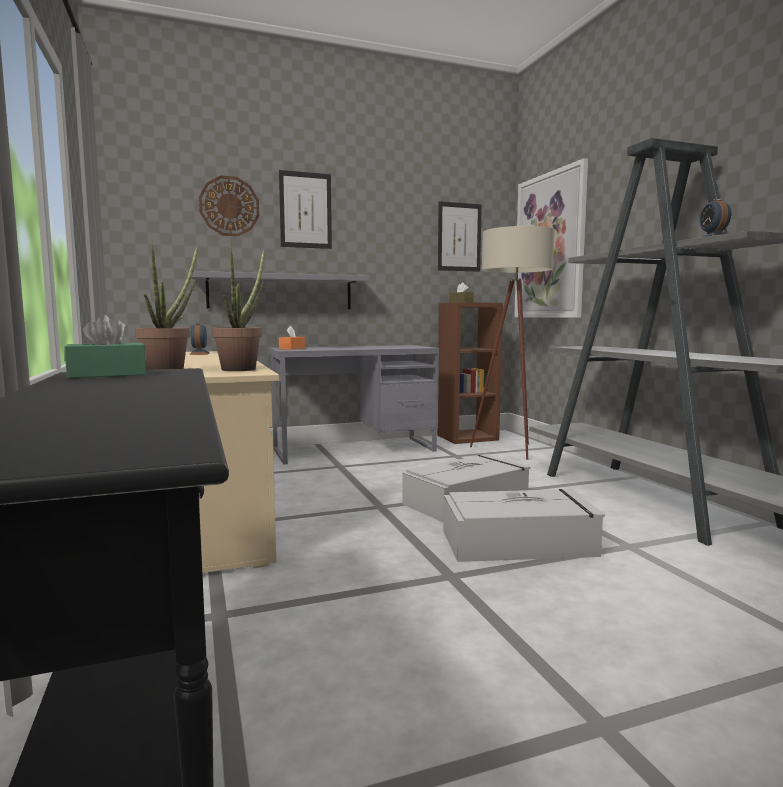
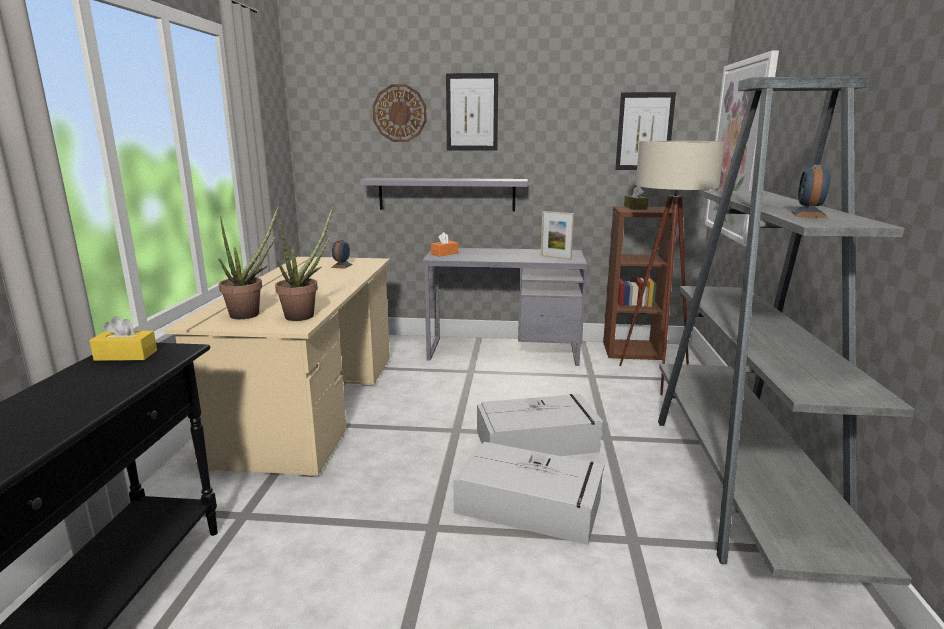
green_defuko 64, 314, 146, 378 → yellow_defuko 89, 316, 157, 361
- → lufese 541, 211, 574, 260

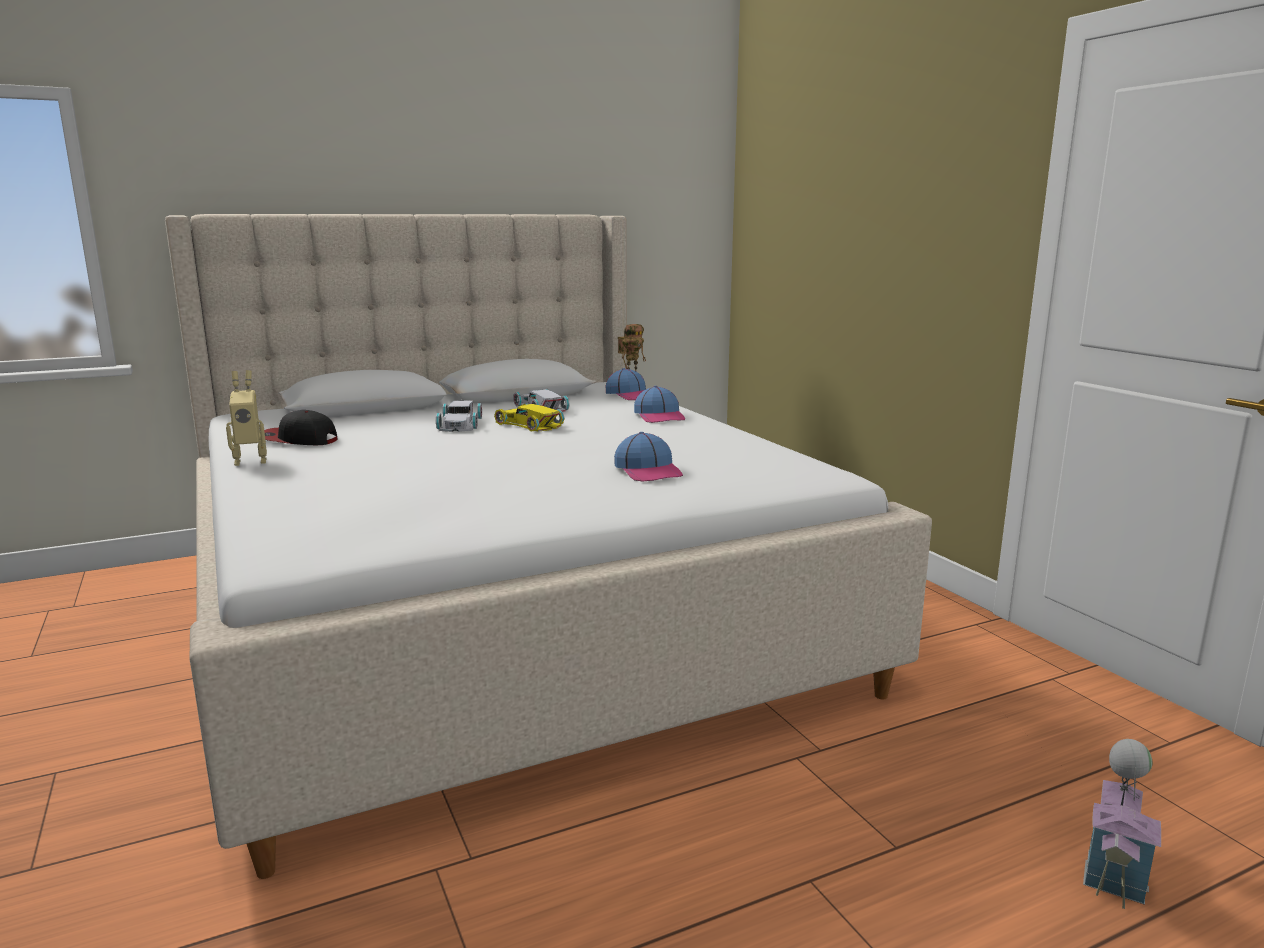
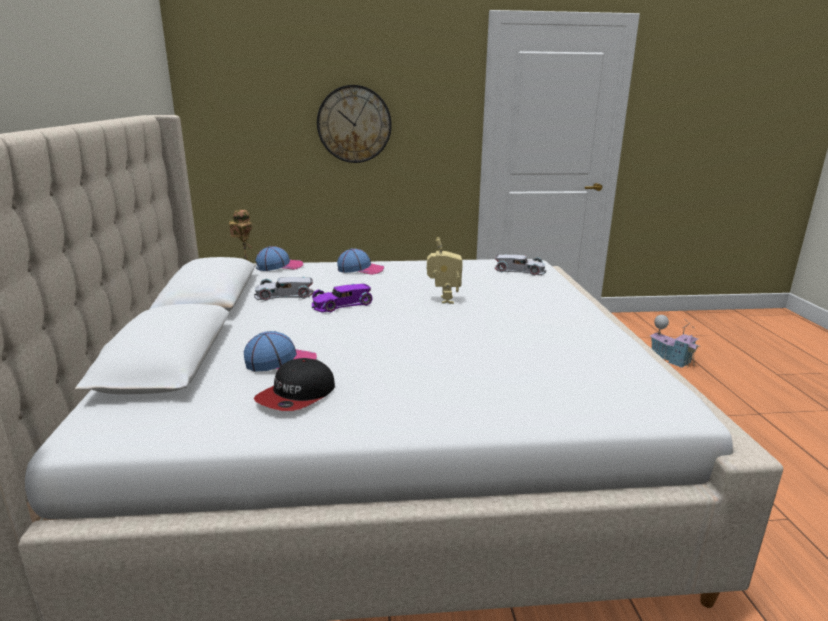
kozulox 614, 432, 683, 482 → kozulox 244, 331, 317, 372, shifted
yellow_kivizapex 494, 403, 565, 432 → purple_kivizapex 312, 284, 373, 313
- → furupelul 317, 85, 392, 163
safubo 226, 370, 267, 466 → safubo 427, 237, 462, 304, shifted
white_kivizapex 436, 400, 482, 432 → white_kivizapex 495, 254, 546, 276, shifted

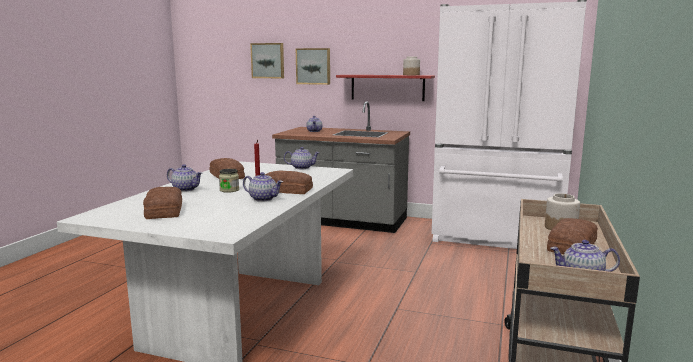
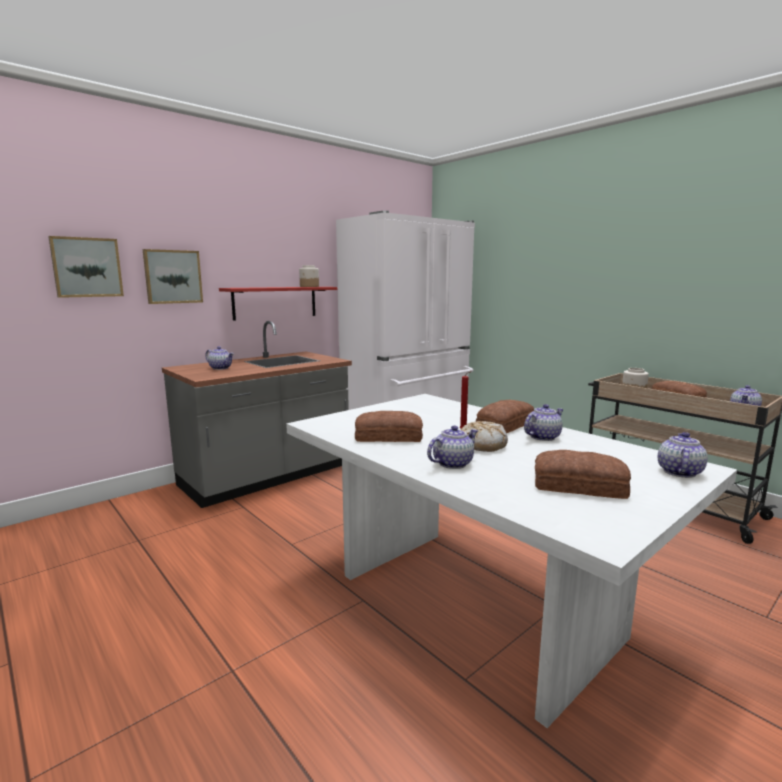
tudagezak 219, 169, 239, 193 → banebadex 461, 421, 508, 452
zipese 284, 147, 320, 169 → zipese 658, 432, 708, 478, shifted

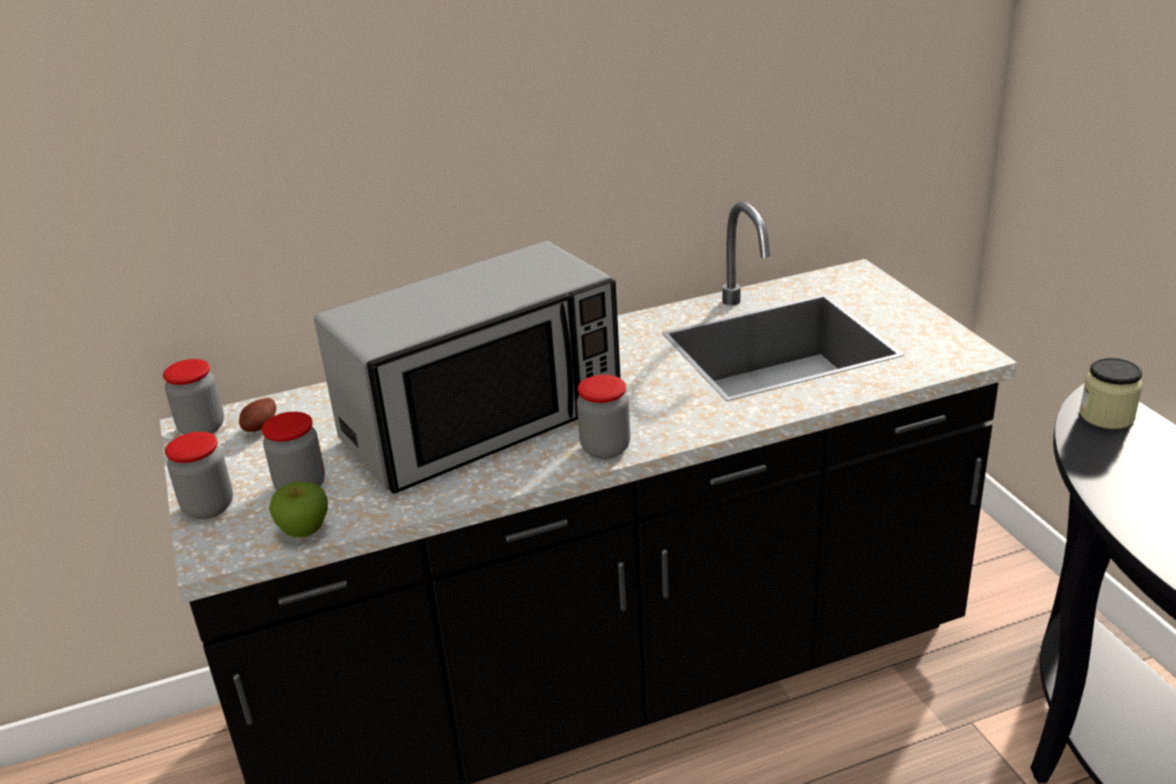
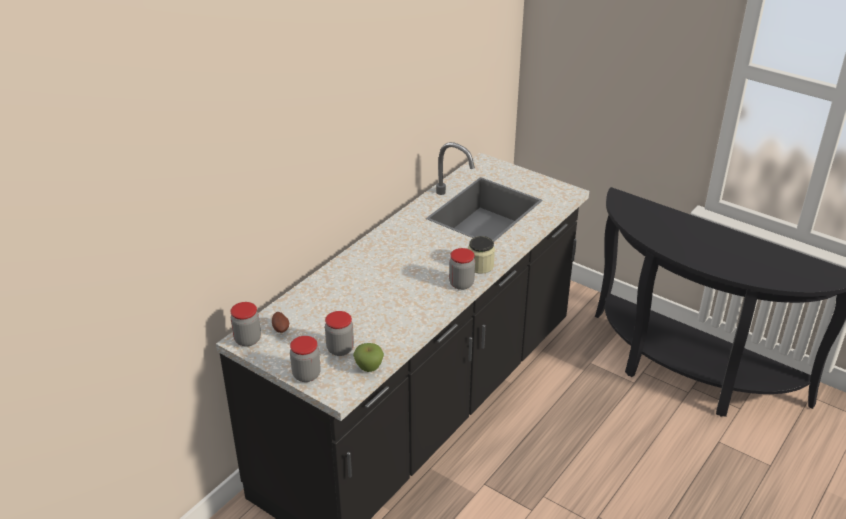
tudagezak 1080, 358, 1142, 429 → tudagezak 468, 236, 495, 274, shifted
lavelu 314, 241, 621, 494 → -

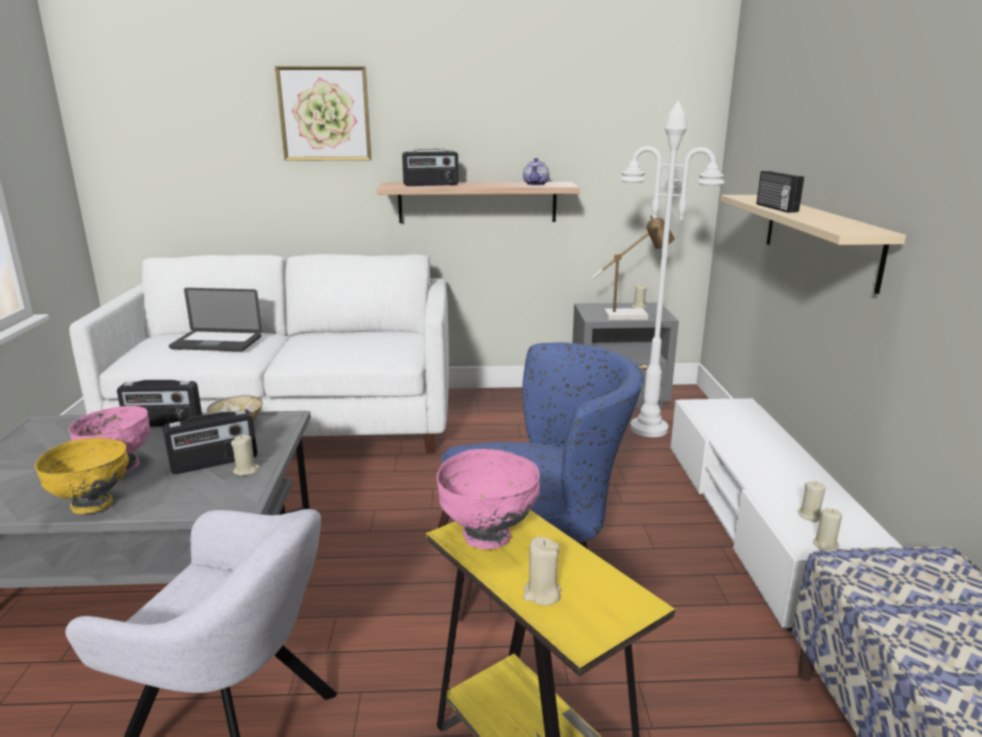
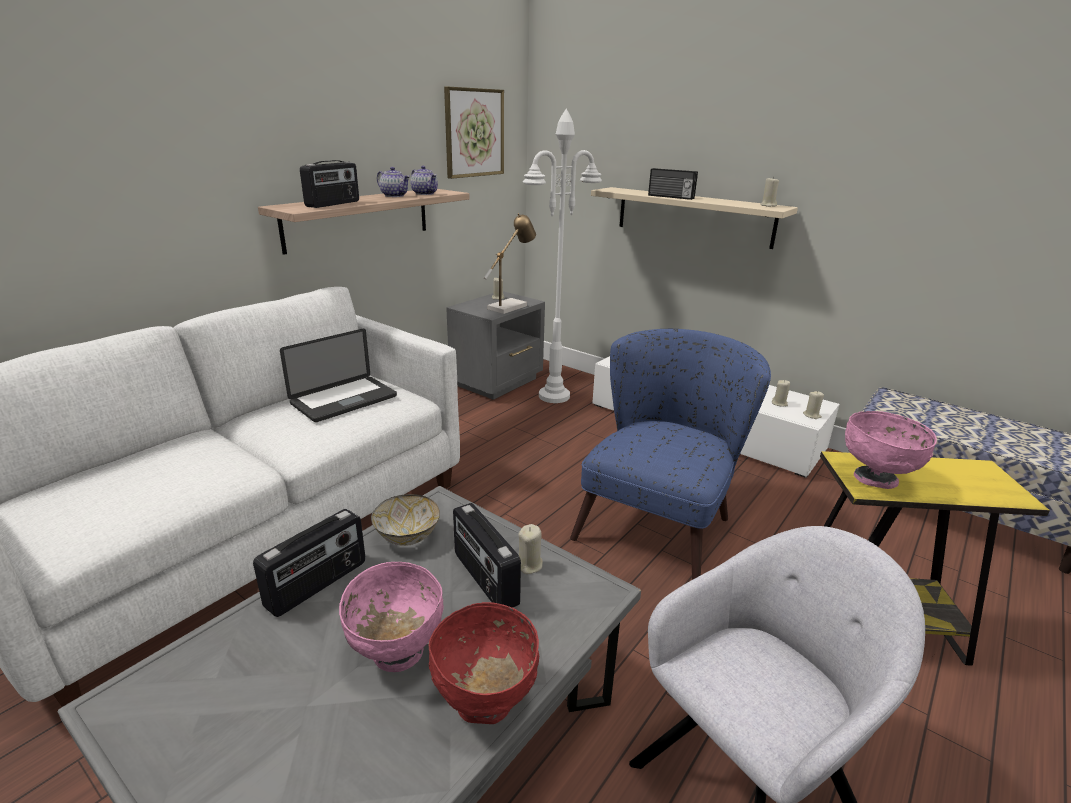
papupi 169, 288, 262, 351 → papupi 280, 329, 397, 422, shifted
- → zipese 377, 167, 410, 197
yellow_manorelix 35, 438, 129, 514 → red_manorelix 429, 602, 539, 724
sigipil 275, 66, 372, 161 → sigipil 444, 87, 504, 179, shifted
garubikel 163, 409, 258, 474 → garubikel 453, 503, 521, 608, 135 degrees clockwise
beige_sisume 523, 537, 561, 605 → beige_sisume 760, 177, 779, 207, shifted

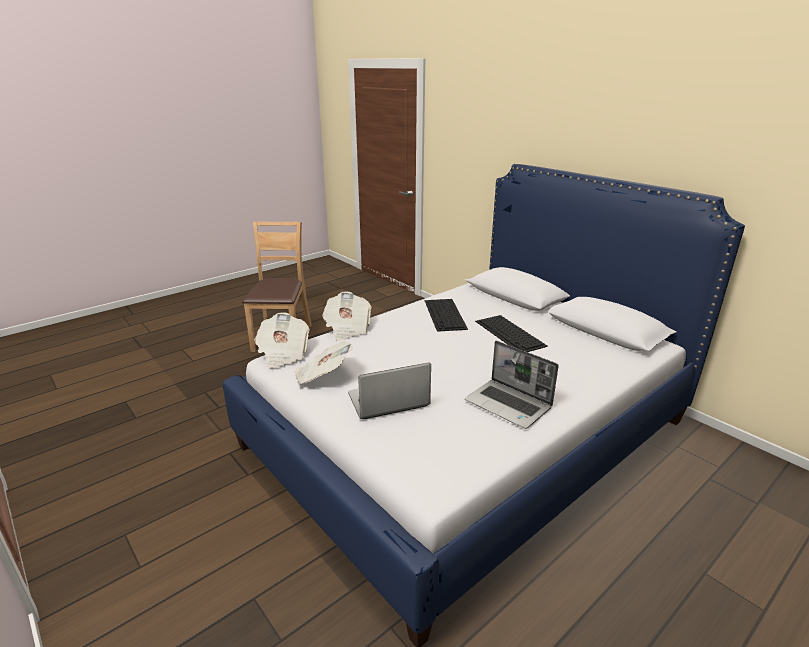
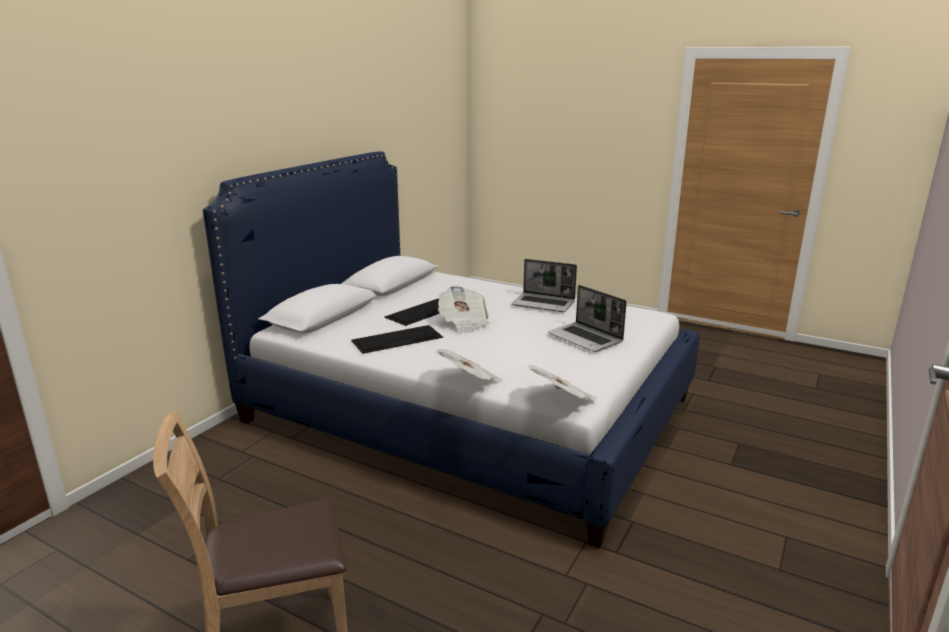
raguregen 295, 341, 352, 385 → raguregen 438, 285, 489, 334, shifted
papupi 465, 341, 559, 429 → papupi 512, 259, 577, 312, 90 degrees clockwise

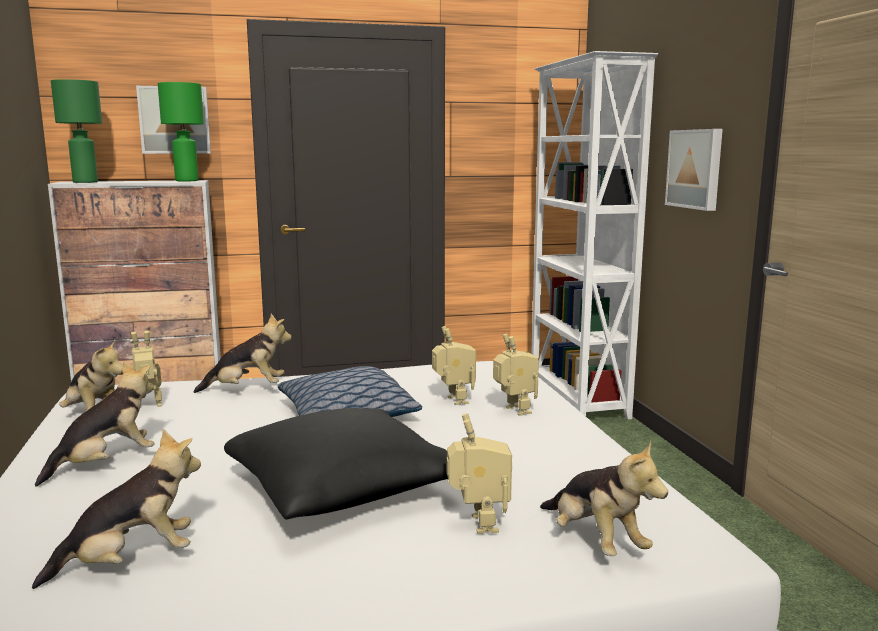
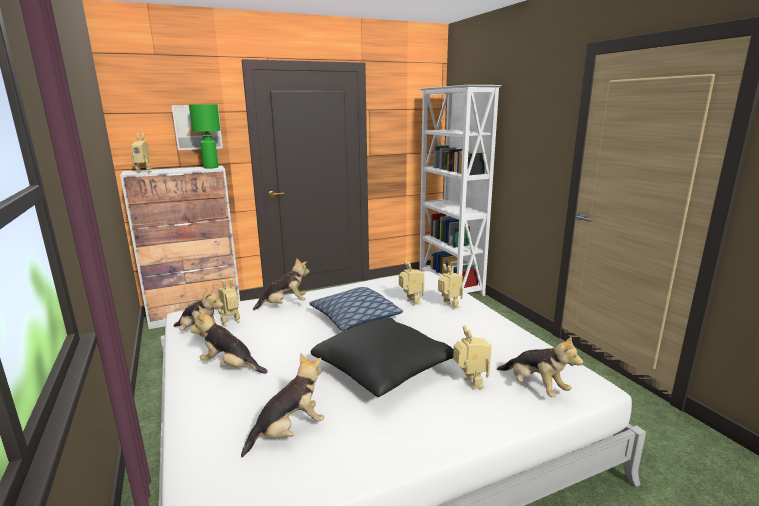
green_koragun 51, 79, 102, 183 → safubo 131, 132, 152, 173
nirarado 35, 361, 155, 487 → nirarado 190, 310, 268, 374, 105 degrees counterclockwise
sigipil 665, 129, 723, 211 → -

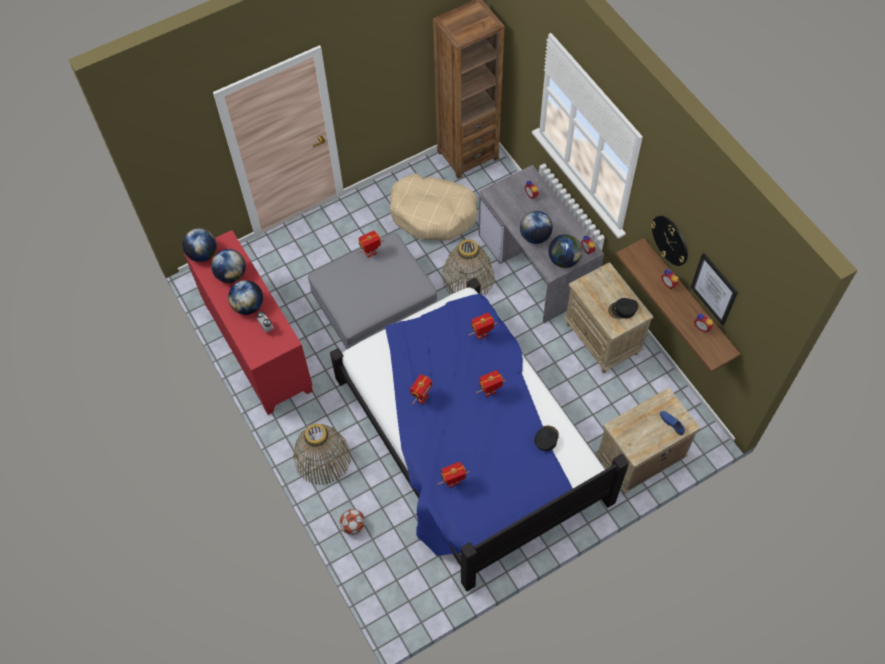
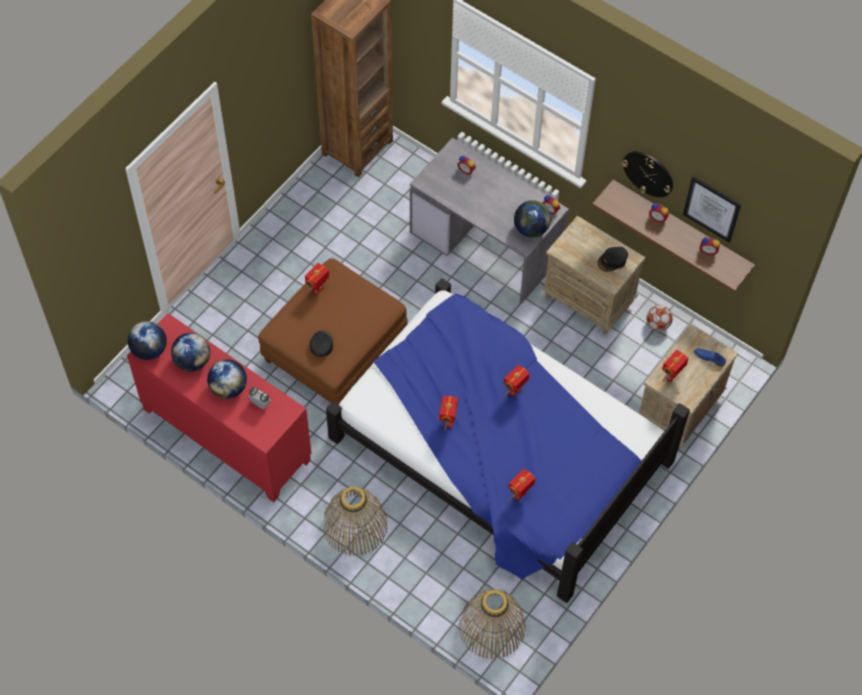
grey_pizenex 308, 232, 438, 349 → brown_pizenex 258, 258, 408, 405
black_kozulox 534, 426, 559, 451 → black_kozulox 309, 331, 333, 357, shifted
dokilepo 442, 239, 494, 295 → dokilepo 459, 589, 526, 659, shifted
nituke 340, 509, 365, 535 → nituke 646, 305, 673, 331, shifted
safubo 468, 312, 497, 340 → safubo 662, 350, 689, 382, shifted
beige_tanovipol 390, 174, 477, 240 → -
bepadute 520, 211, 553, 244 → -

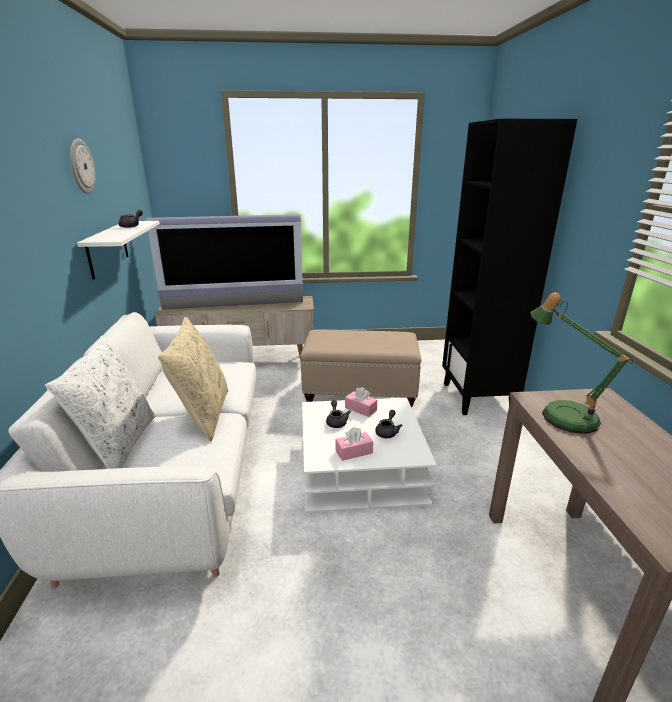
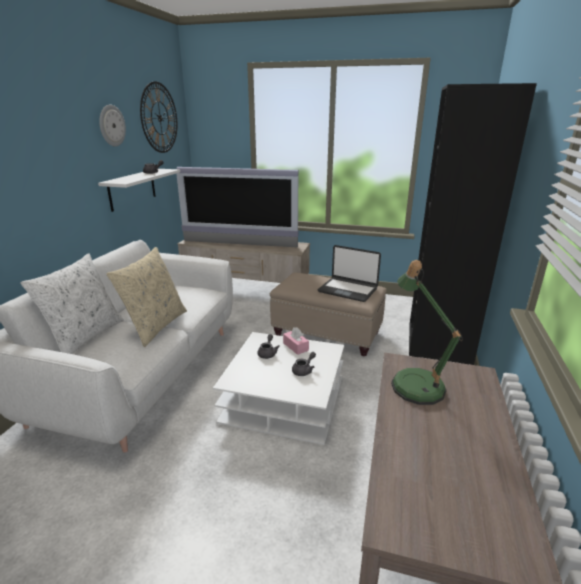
- → furupelul 140, 82, 177, 153
- → papupi 318, 245, 381, 302
pink_defuko 336, 427, 373, 461 → -

